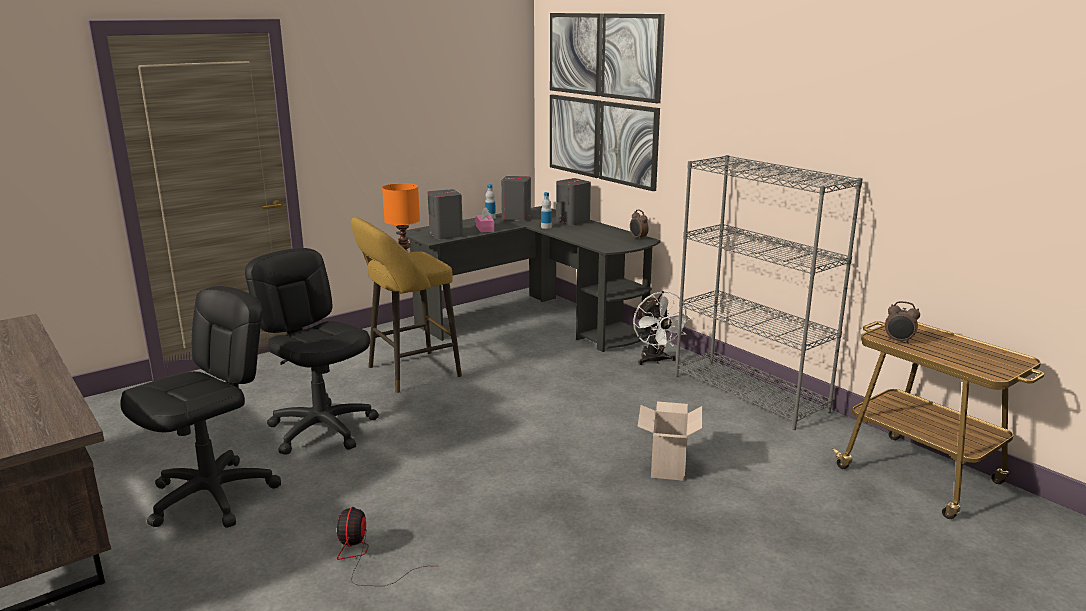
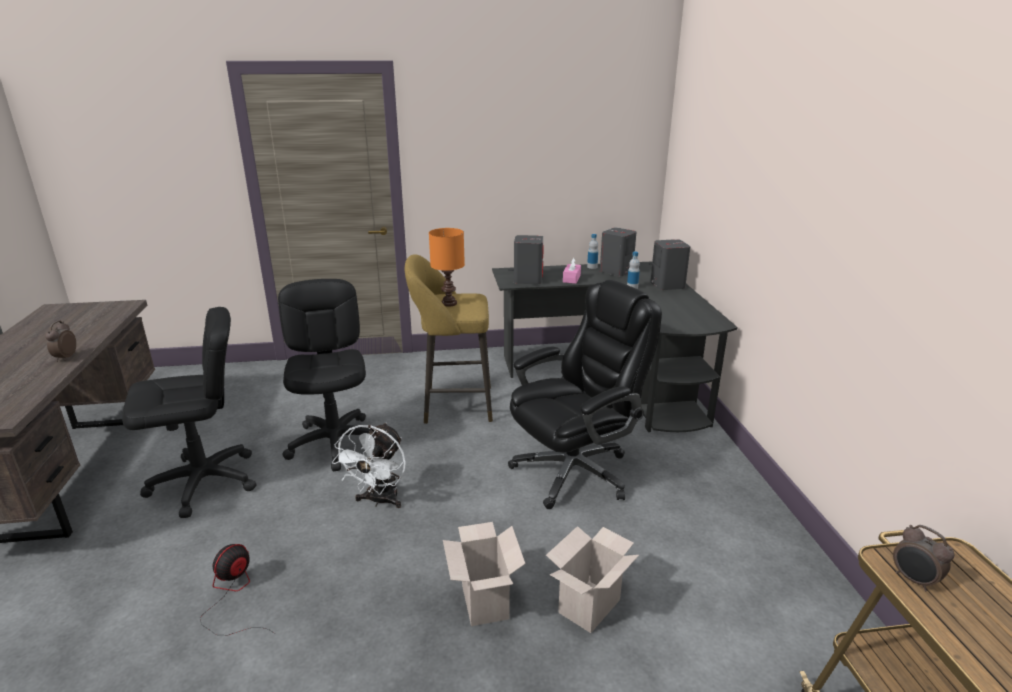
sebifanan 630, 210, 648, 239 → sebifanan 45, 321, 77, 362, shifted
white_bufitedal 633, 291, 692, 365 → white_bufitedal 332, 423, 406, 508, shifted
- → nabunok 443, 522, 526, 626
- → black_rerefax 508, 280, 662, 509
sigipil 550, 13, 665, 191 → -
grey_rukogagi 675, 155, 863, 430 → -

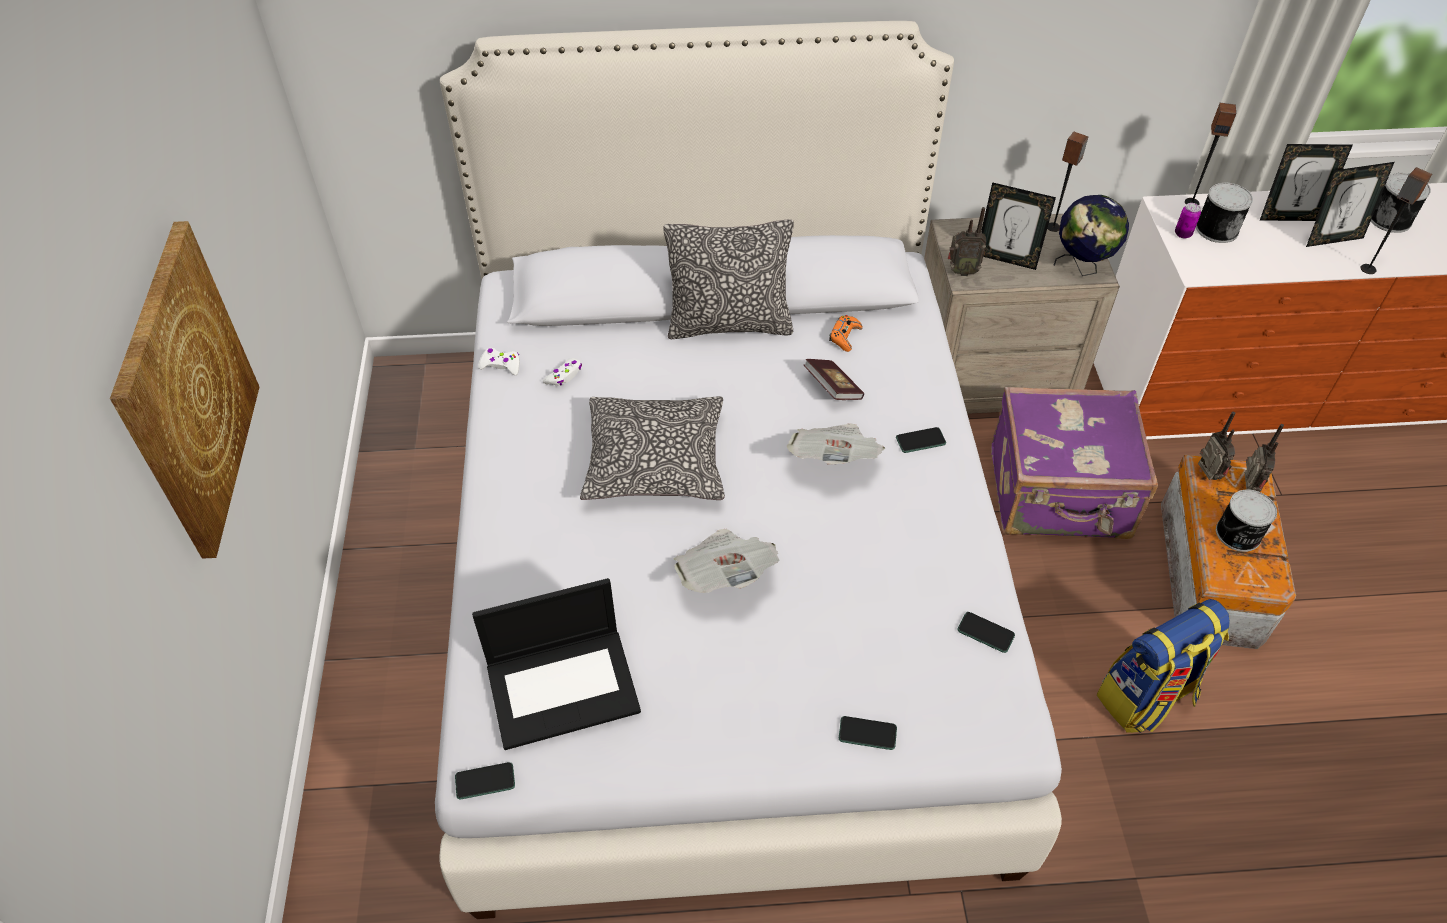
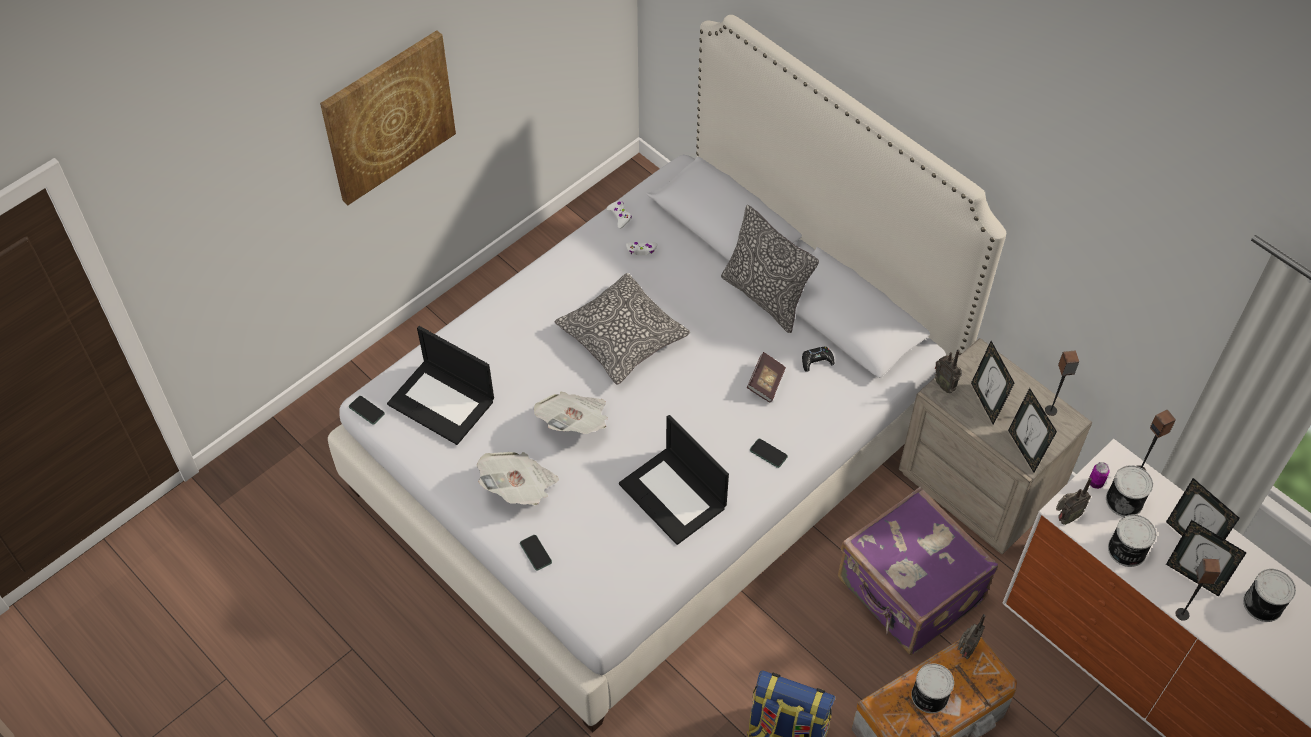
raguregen 786, 423, 885, 465 → raguregen 476, 452, 559, 505, shifted
- → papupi 619, 415, 729, 545
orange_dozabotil 829, 315, 863, 352 → black_dozabotil 802, 347, 834, 372
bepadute 1053, 195, 1129, 276 → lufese 1008, 388, 1057, 473
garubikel 1245, 424, 1284, 492 → garubikel 1056, 478, 1092, 525, shifted
- → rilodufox 1108, 514, 1156, 567
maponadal 958, 612, 1015, 653 → -

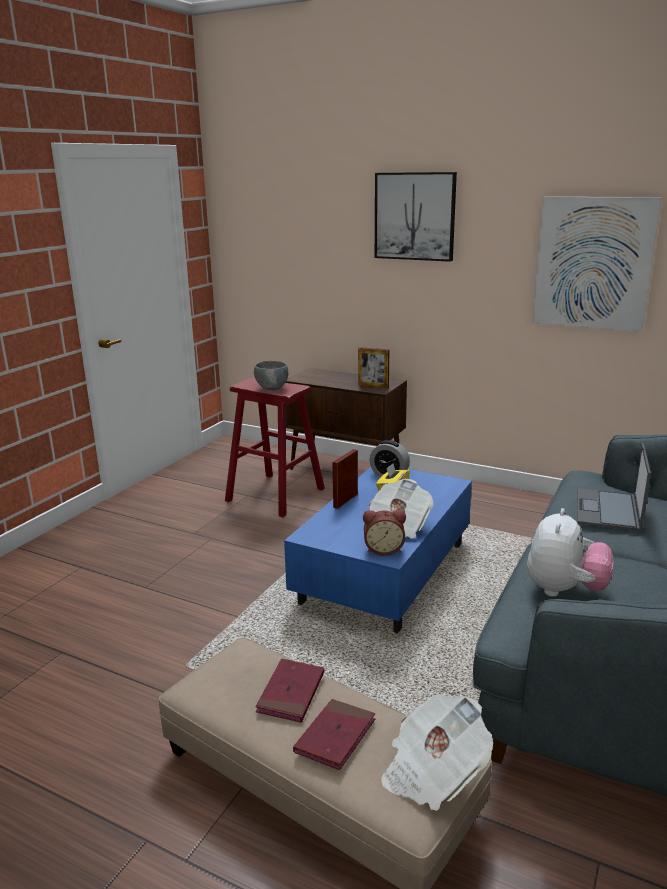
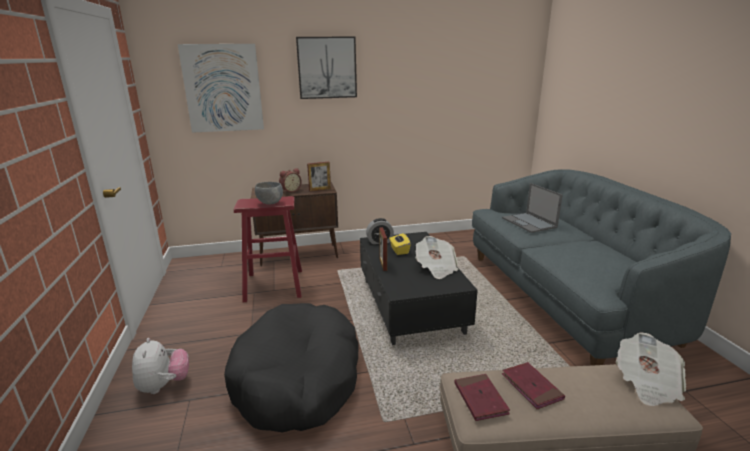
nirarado 527, 508, 613, 597 → nirarado 132, 338, 189, 394, shifted
sigipil 532, 197, 662, 332 → sigipil 178, 44, 264, 133, shifted
- → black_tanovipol 224, 303, 359, 433
sebifanan 363, 510, 406, 555 → sebifanan 279, 168, 302, 193, shifted
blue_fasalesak 284, 467, 472, 633 → black_fasalesak 360, 232, 478, 345
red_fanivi 293, 699, 375, 770 → red_fanivi 455, 374, 510, 421, shifted

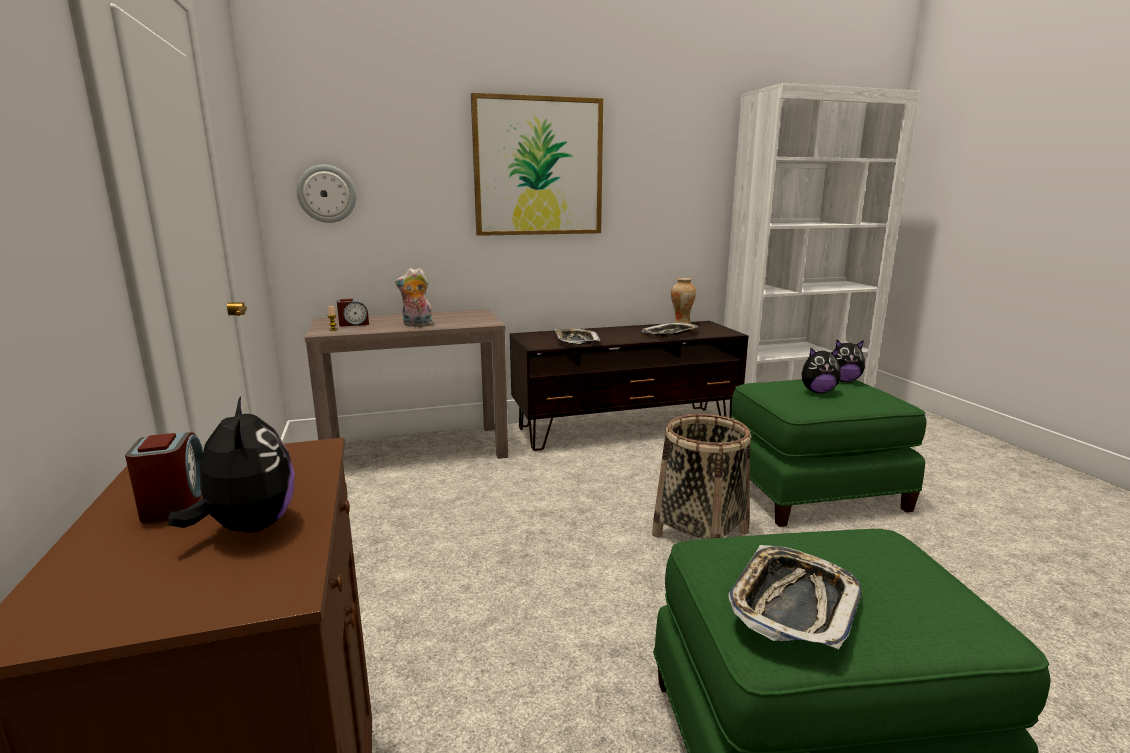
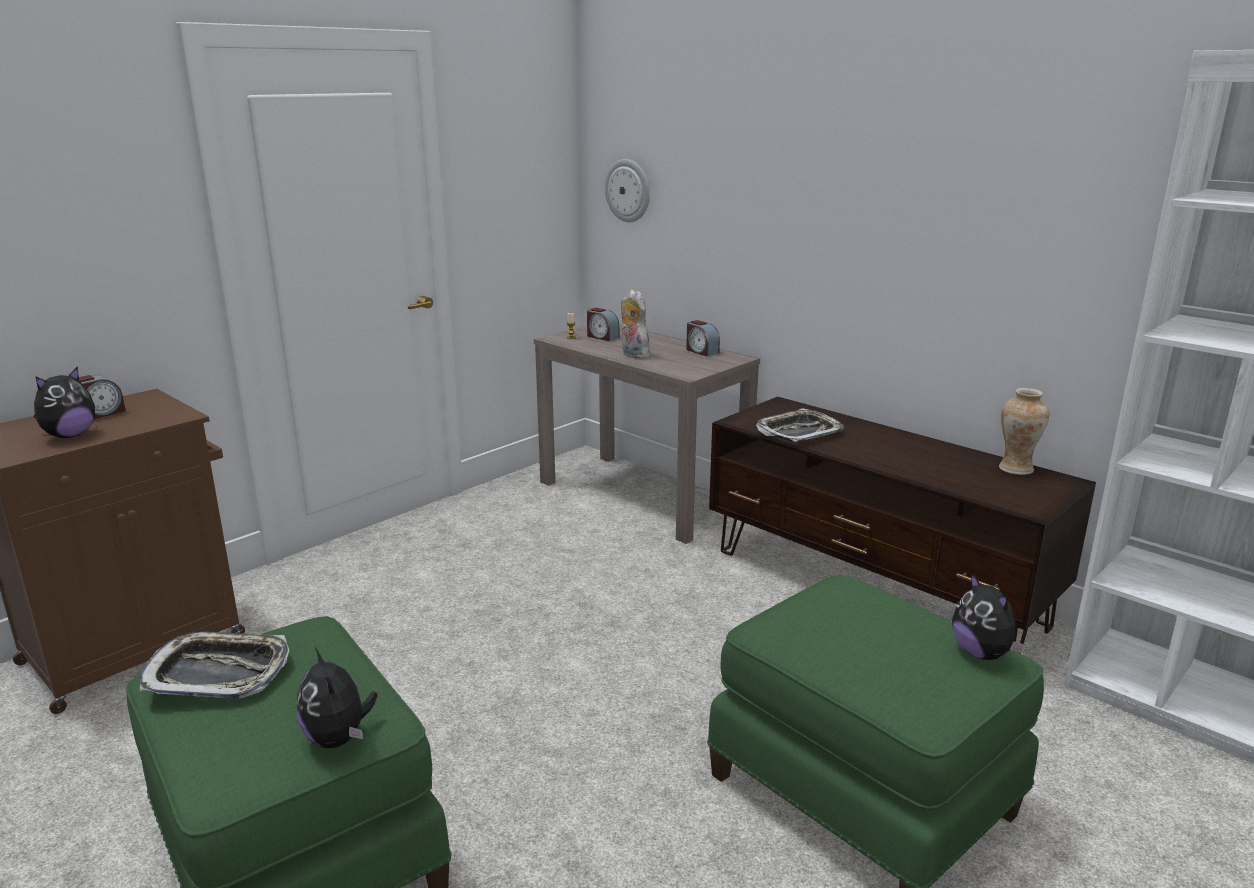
nirarado 802, 348, 841, 393 → nirarado 297, 648, 378, 748, shifted
- → sebifanan 686, 320, 720, 356
sigipil 471, 93, 603, 236 → -
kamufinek 642, 322, 698, 337 → -
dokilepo 652, 414, 751, 539 → -

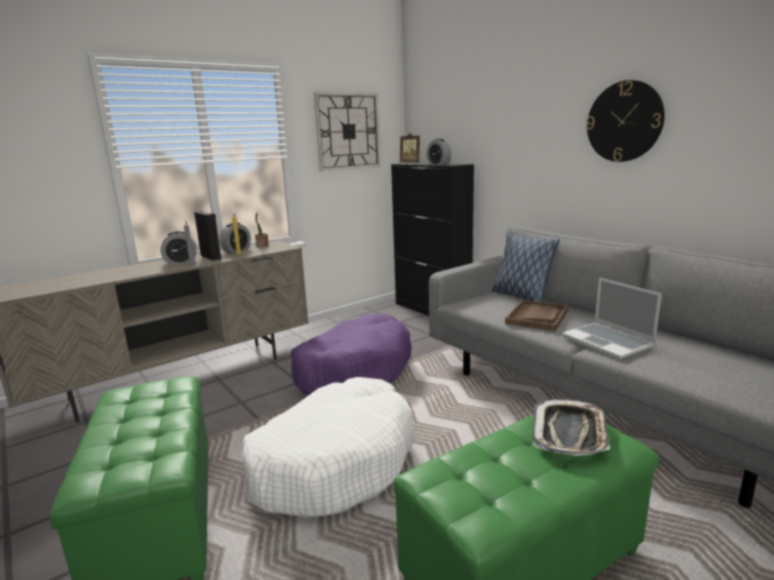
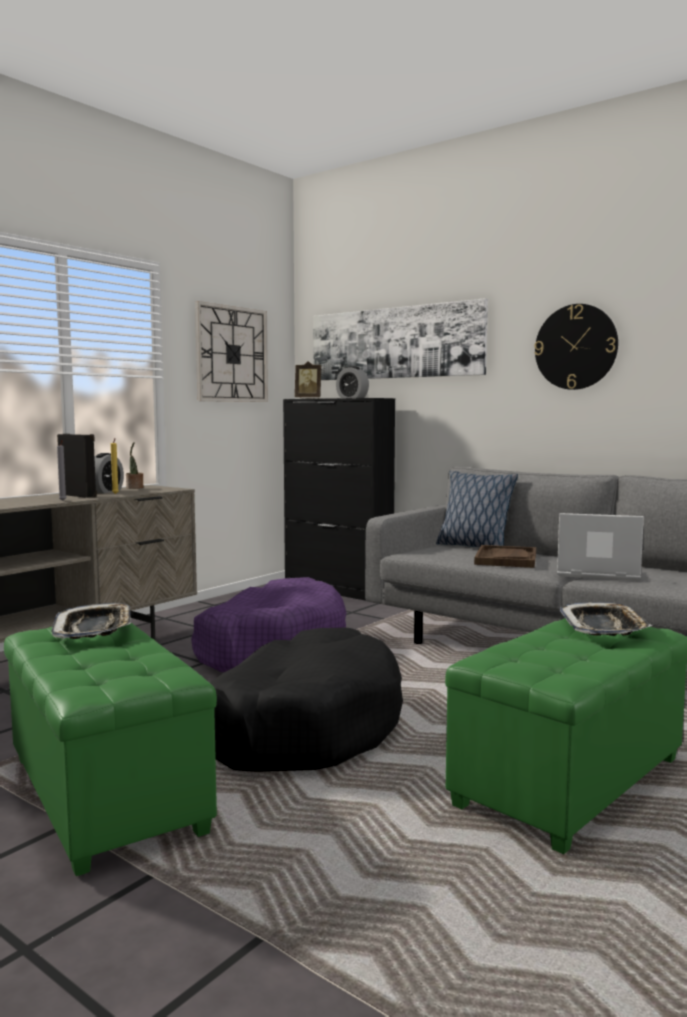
- → kamufinek 51, 603, 131, 639
white_tanovipol 242, 377, 414, 517 → black_tanovipol 209, 628, 403, 772
- → sigipil 313, 298, 488, 380
papupi 562, 278, 662, 359 → papupi 557, 513, 644, 581, 150 degrees clockwise
sebifanan 161, 231, 197, 264 → -

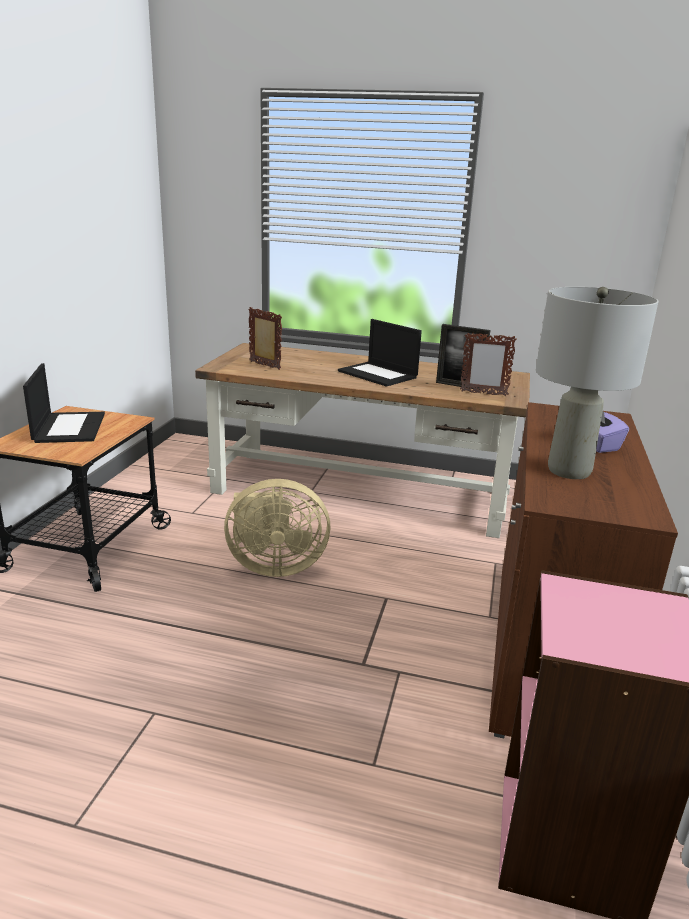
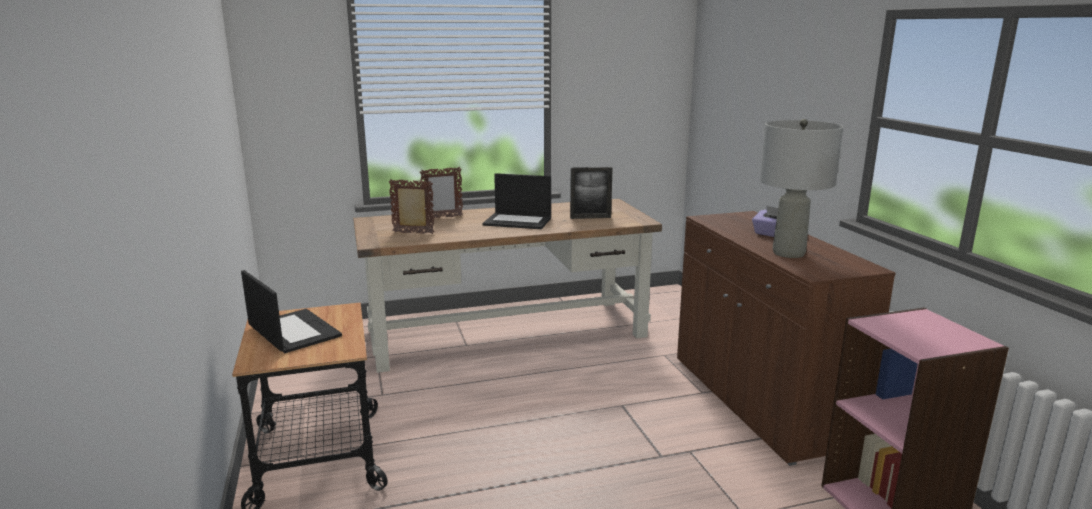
lufese 460, 333, 517, 396 → lufese 420, 167, 463, 218, shifted
beige_bufitedal 224, 479, 330, 577 → -

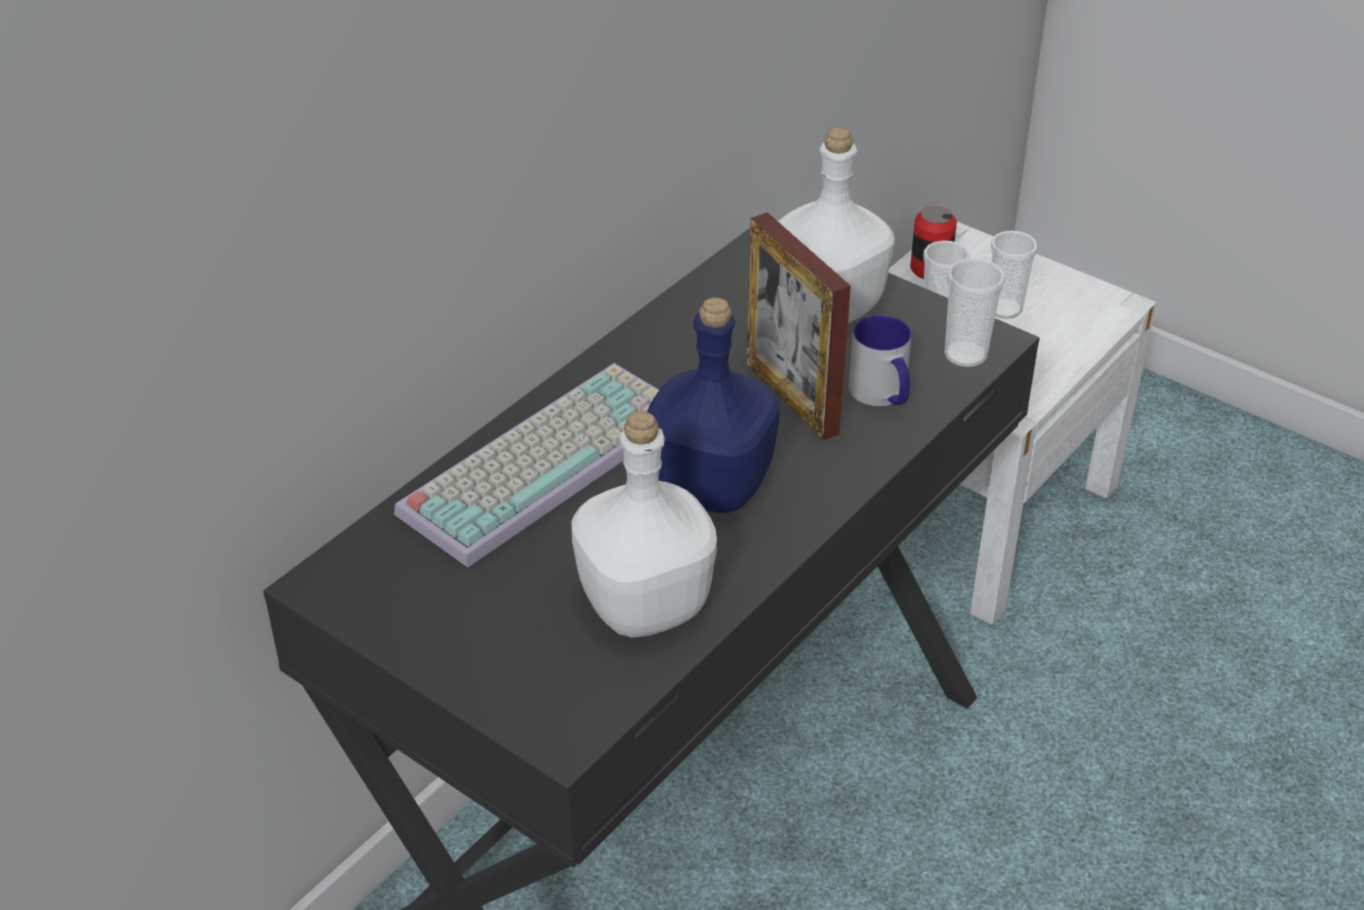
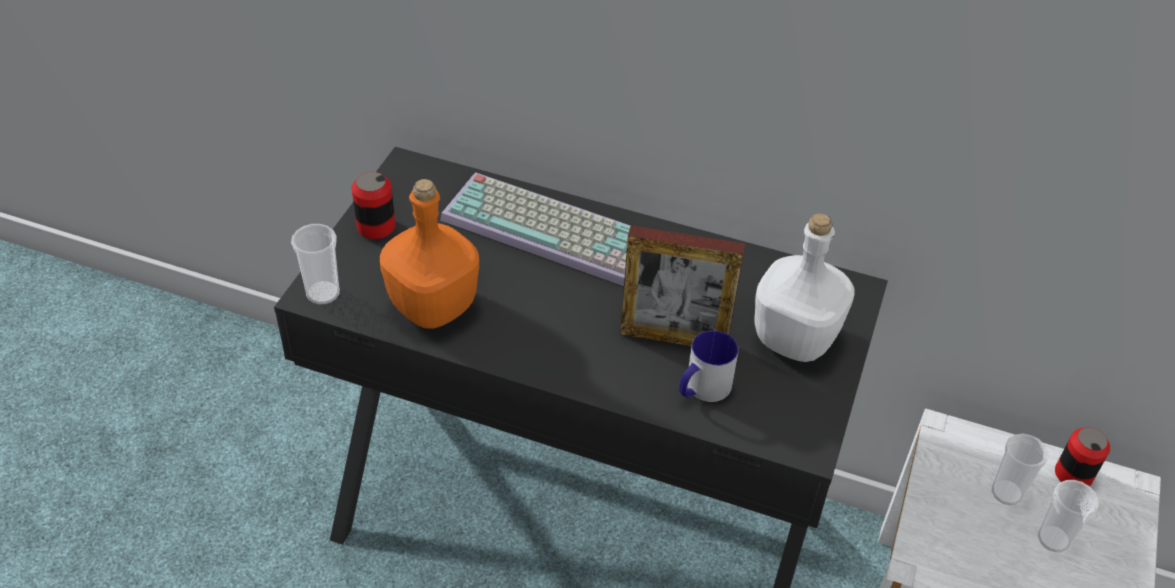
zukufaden 944, 258, 1005, 367 → zukufaden 291, 224, 340, 305, shifted
- → rilodufox 352, 172, 395, 239
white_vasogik 571, 411, 717, 638 → orange_vasogik 380, 179, 479, 329
lufese 746, 212, 851, 440 → lufese 620, 225, 745, 346, 120 degrees counterclockwise
blue_vasogik 647, 298, 780, 513 → -

